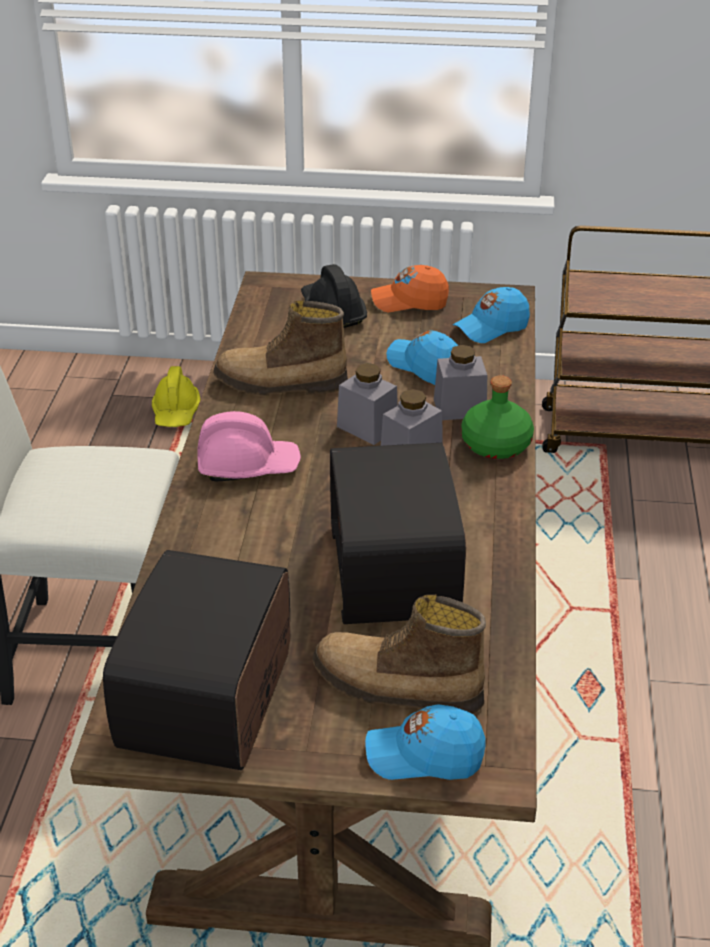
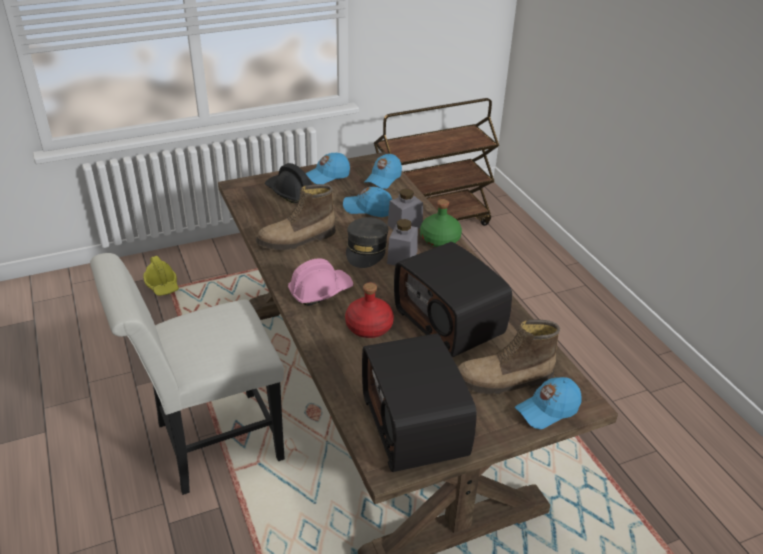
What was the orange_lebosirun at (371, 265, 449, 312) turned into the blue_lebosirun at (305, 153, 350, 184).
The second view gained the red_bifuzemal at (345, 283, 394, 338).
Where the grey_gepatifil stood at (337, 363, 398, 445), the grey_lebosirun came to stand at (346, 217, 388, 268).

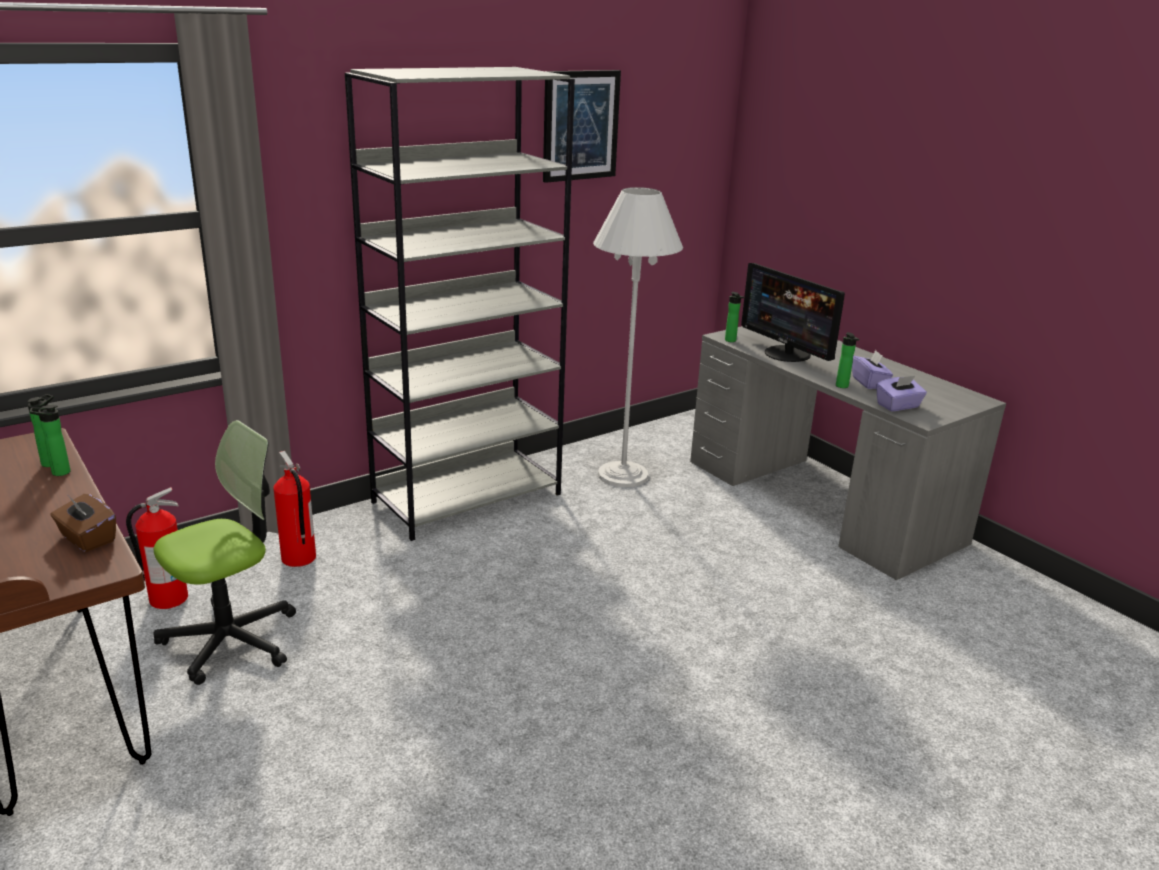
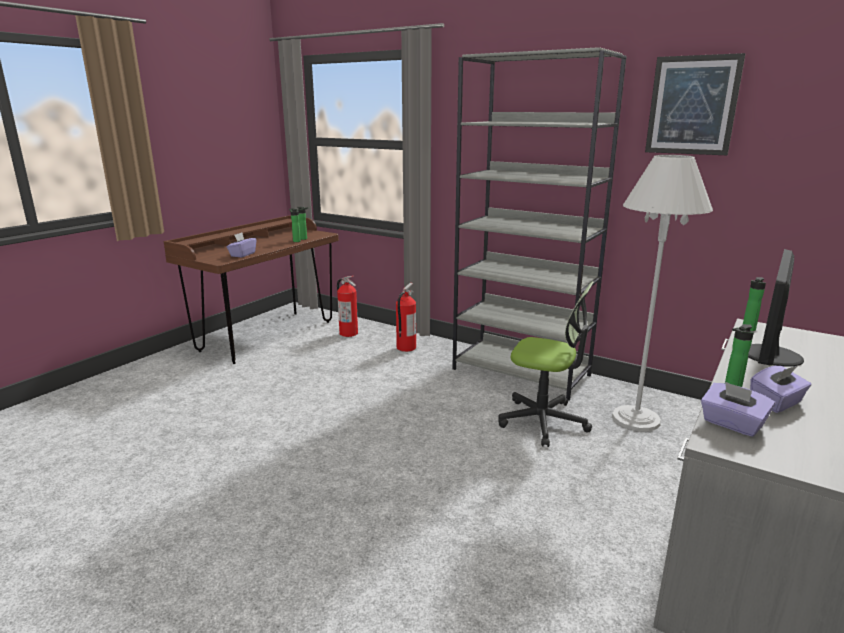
What was the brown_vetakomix at (50, 494, 116, 552) turned into the purple_vetakomix at (227, 233, 256, 257).
The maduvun ended up elsewhere, having gone from (154, 420, 296, 685) to (498, 281, 594, 447).

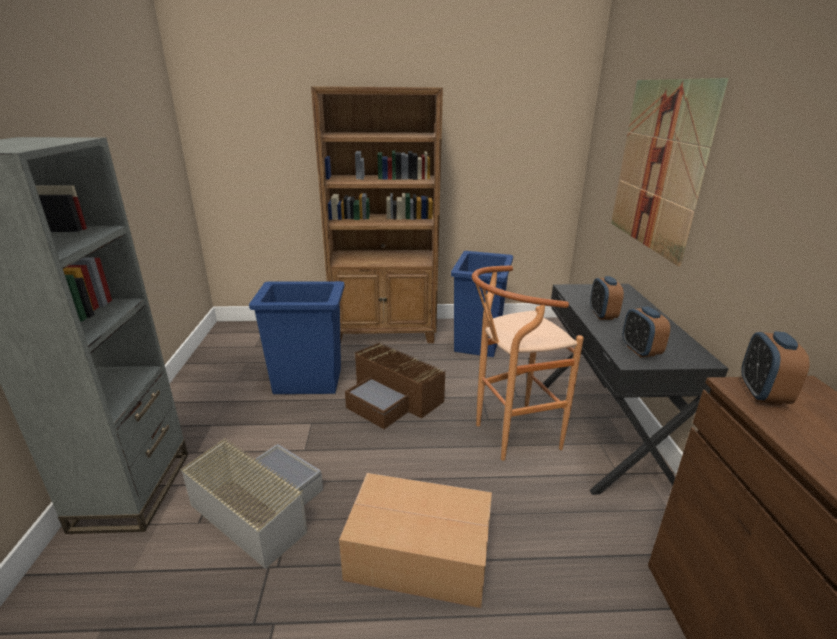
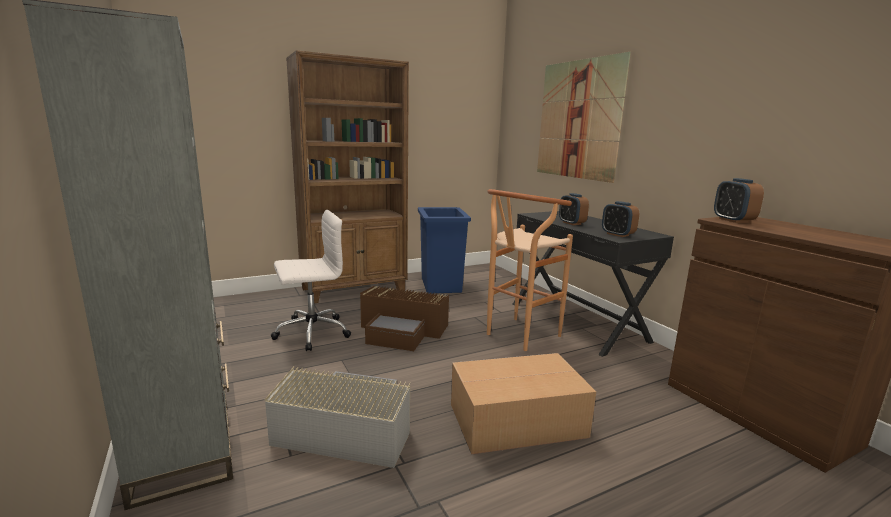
Where the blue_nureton stood at (249, 281, 345, 394), the white_maduvun came to stand at (271, 210, 351, 351).

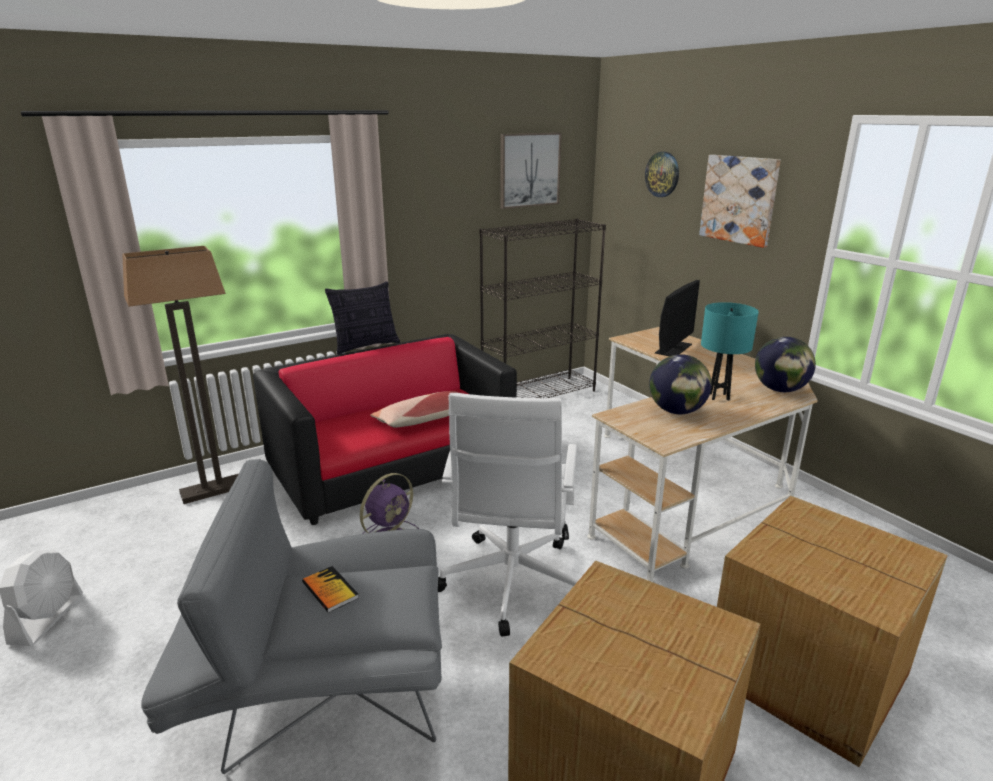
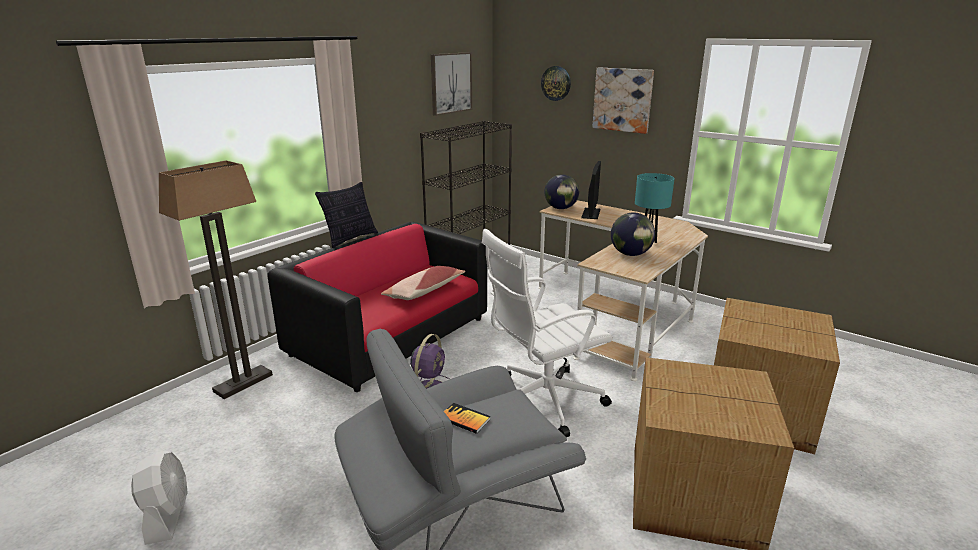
The white_maduvun at (438, 393, 578, 637) ended up facing another way, 75 degrees clockwise from before.
The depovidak ended up elsewhere, having gone from (755, 337, 816, 392) to (544, 174, 579, 209).

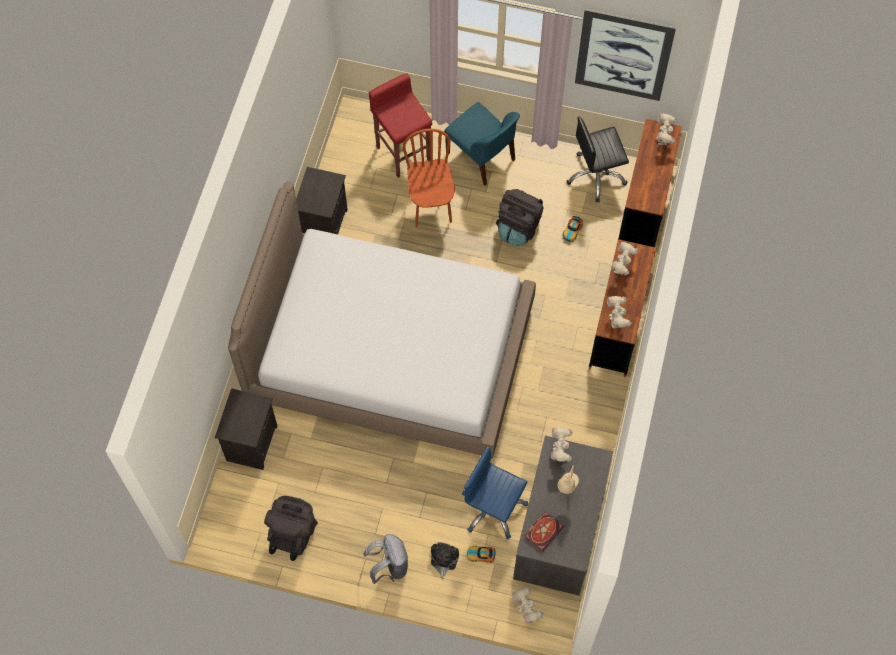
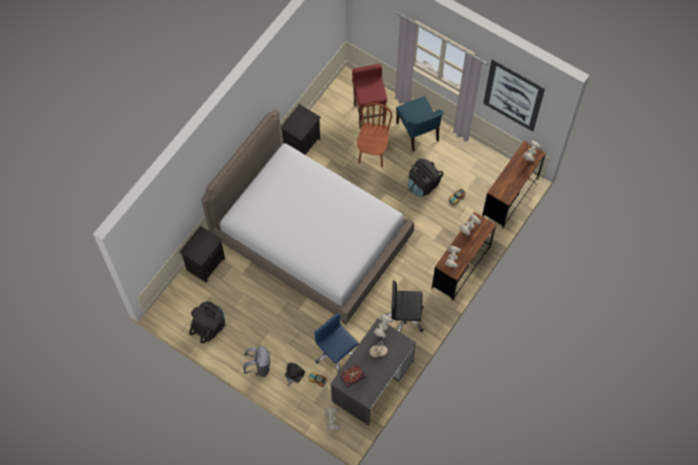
The black_maduvun ended up elsewhere, having gone from (567, 117, 629, 202) to (385, 280, 424, 332).

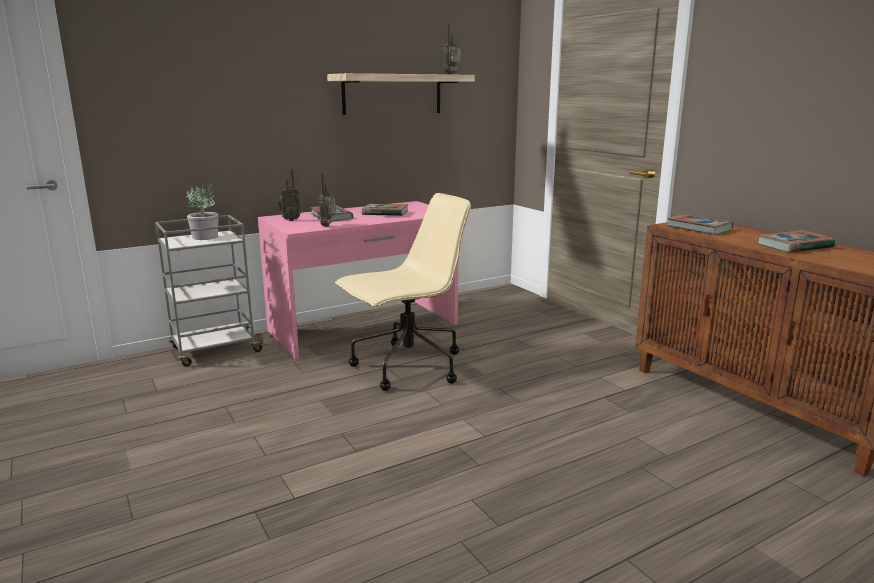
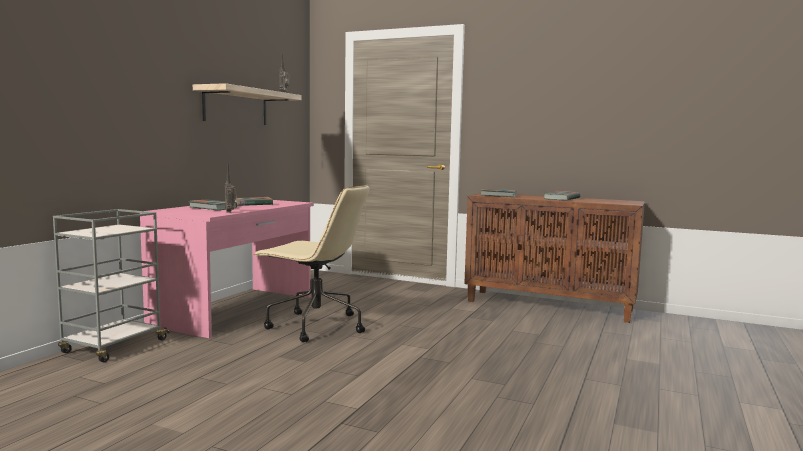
The beige_maduvun at (335, 193, 471, 391) ended up facing another way, 90 degrees clockwise from before.
The second view lost the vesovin at (187, 184, 219, 240).
The second view lost the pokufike at (278, 168, 301, 221).

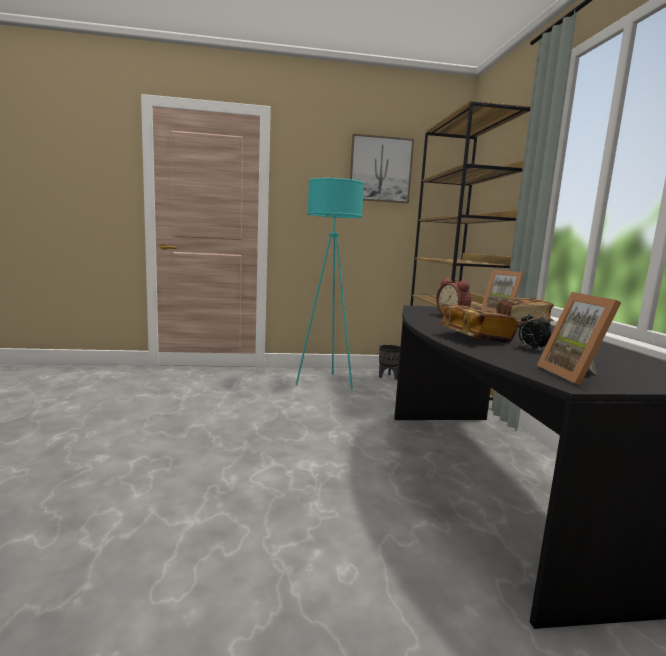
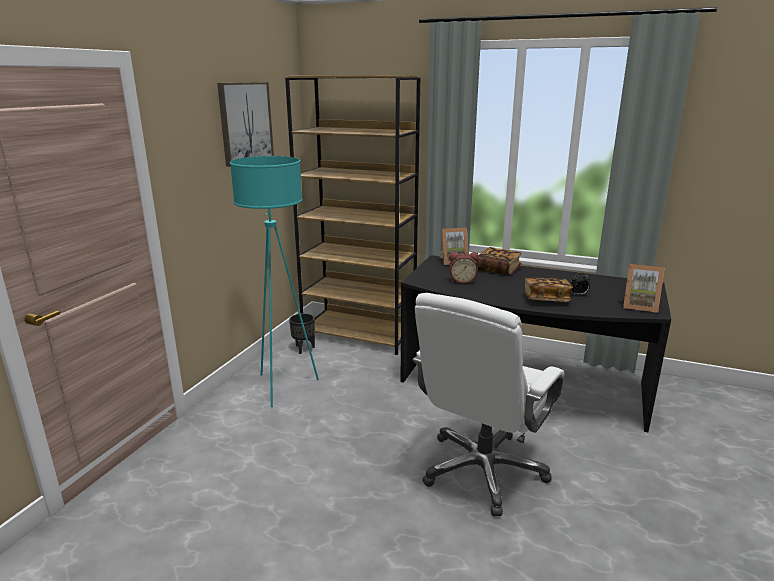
The second view gained the white_maduvun at (413, 293, 564, 516).

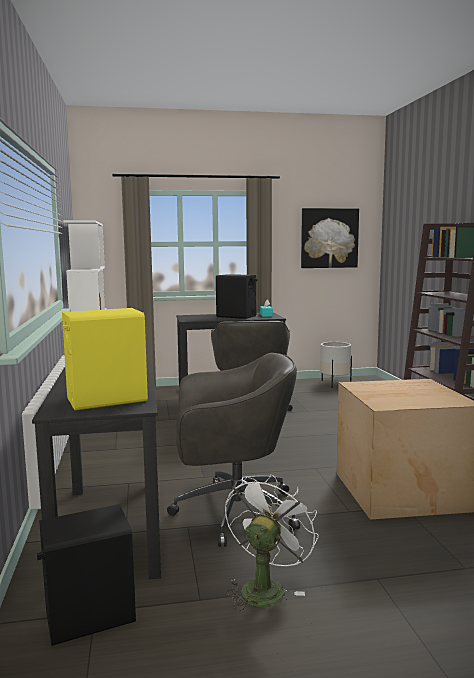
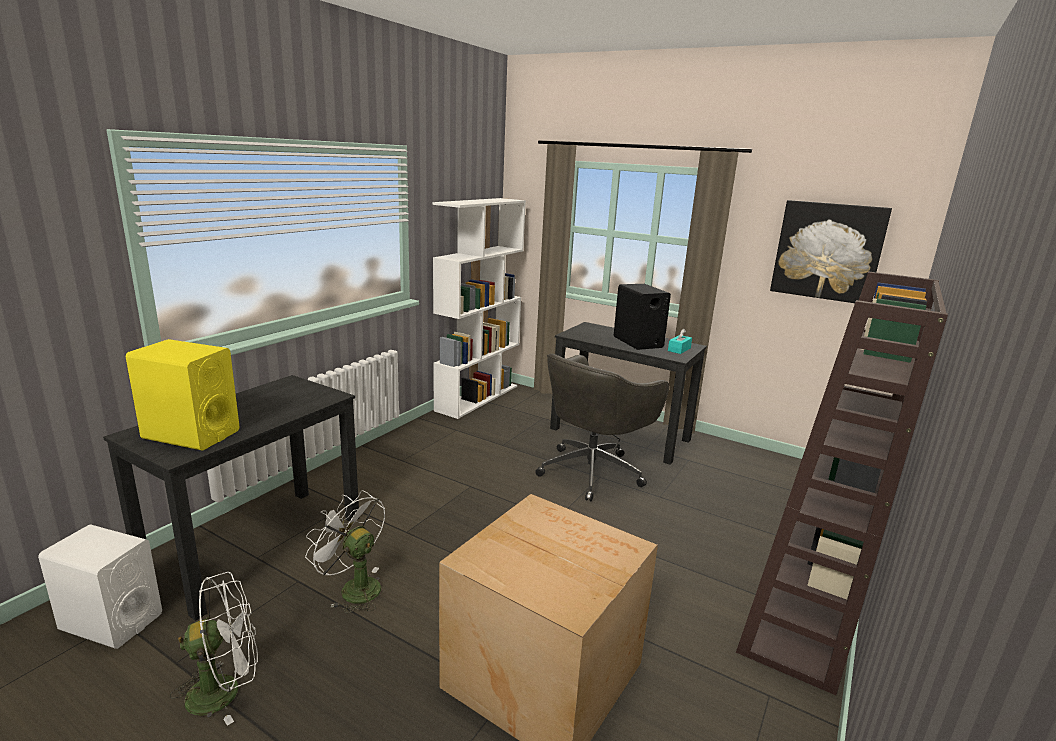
What was the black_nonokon at (37, 504, 136, 646) turned into the white_nonokon at (38, 525, 162, 649).
Where the grey_maduvun stood at (167, 353, 300, 547), the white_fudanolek came to stand at (305, 490, 385, 613).
The second view lost the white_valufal at (320, 342, 352, 388).

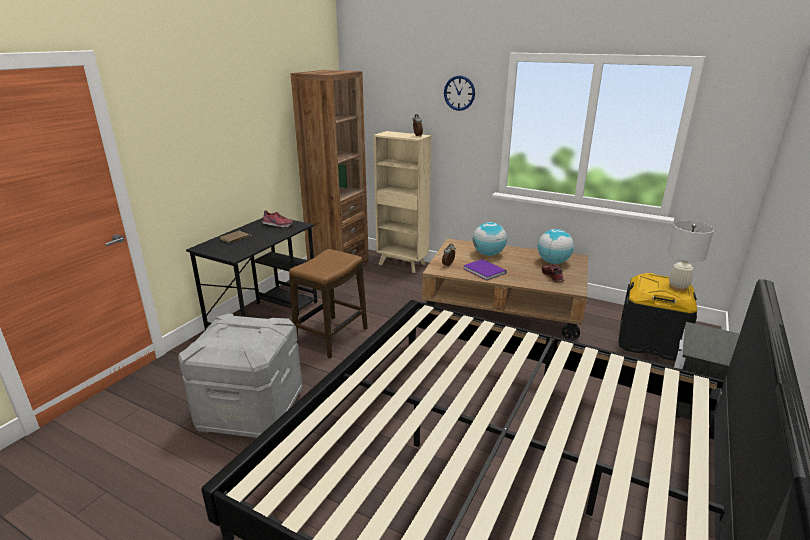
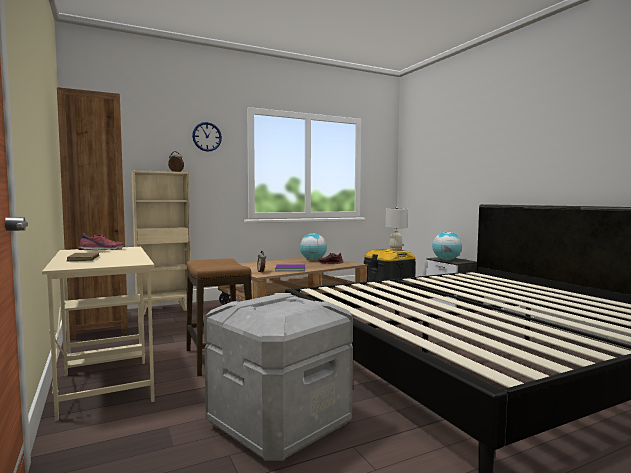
What was the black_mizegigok at (186, 218, 317, 331) turned into the beige_mizegigok at (42, 247, 155, 421).
The depovidak ended up elsewhere, having gone from (473, 222, 507, 256) to (432, 231, 462, 260).

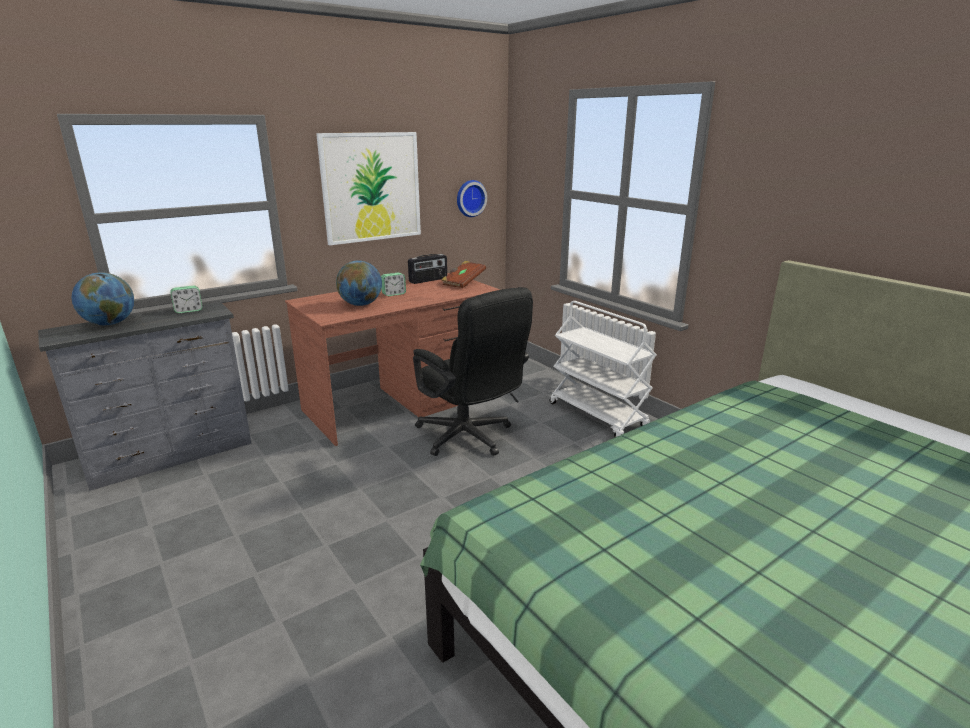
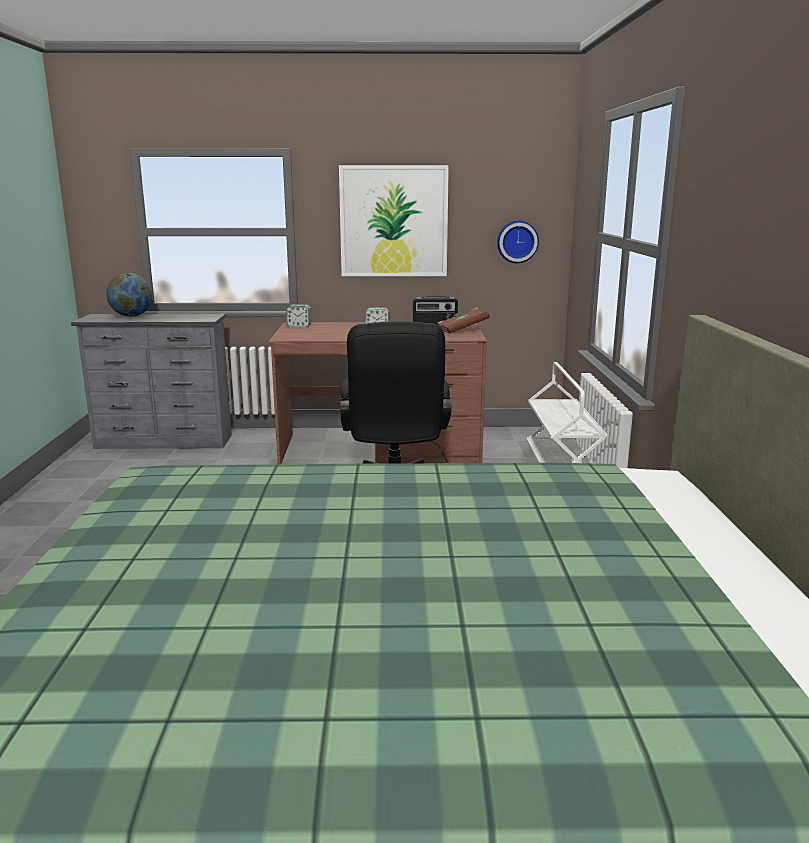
The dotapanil ended up elsewhere, having gone from (170, 286, 203, 313) to (286, 304, 311, 327).
The second view lost the depovidak at (336, 260, 382, 306).

